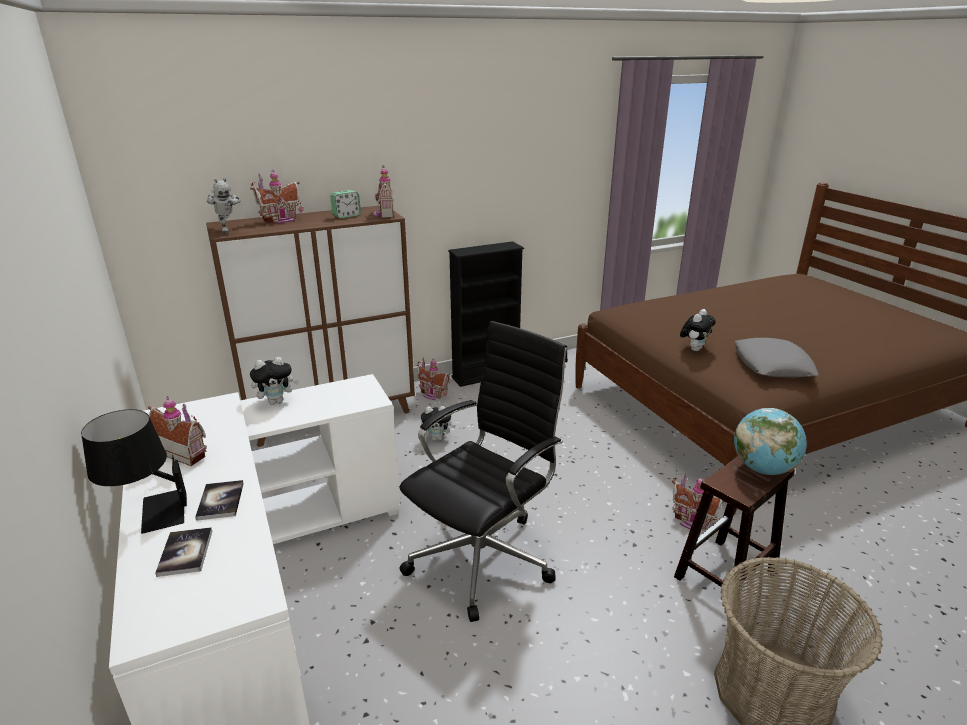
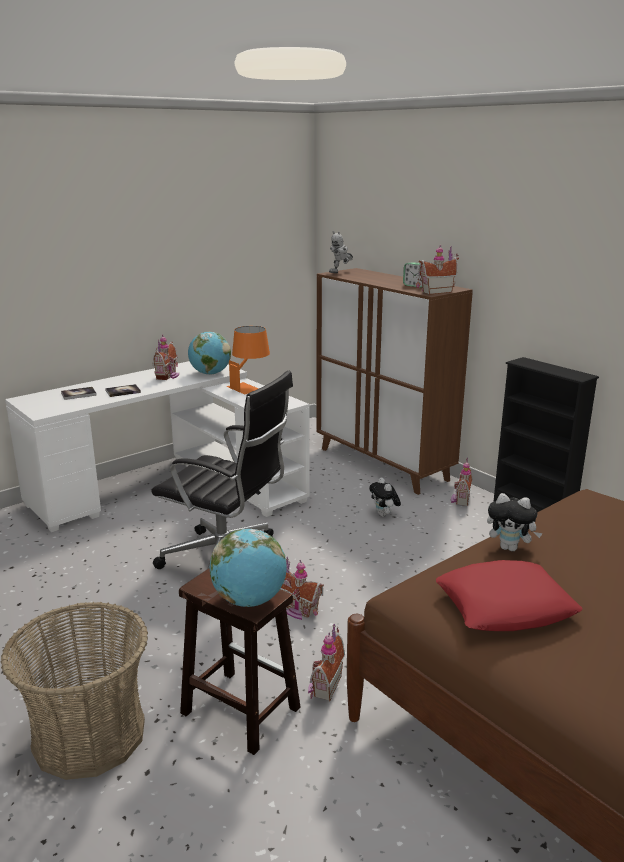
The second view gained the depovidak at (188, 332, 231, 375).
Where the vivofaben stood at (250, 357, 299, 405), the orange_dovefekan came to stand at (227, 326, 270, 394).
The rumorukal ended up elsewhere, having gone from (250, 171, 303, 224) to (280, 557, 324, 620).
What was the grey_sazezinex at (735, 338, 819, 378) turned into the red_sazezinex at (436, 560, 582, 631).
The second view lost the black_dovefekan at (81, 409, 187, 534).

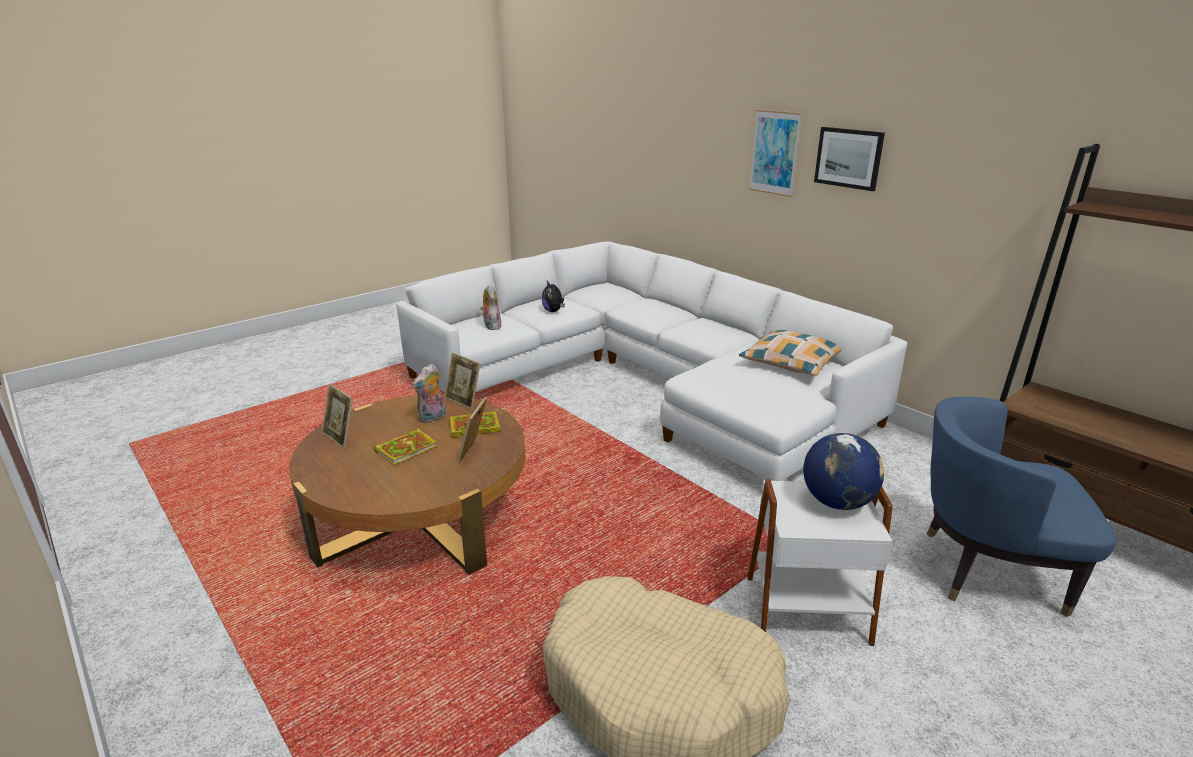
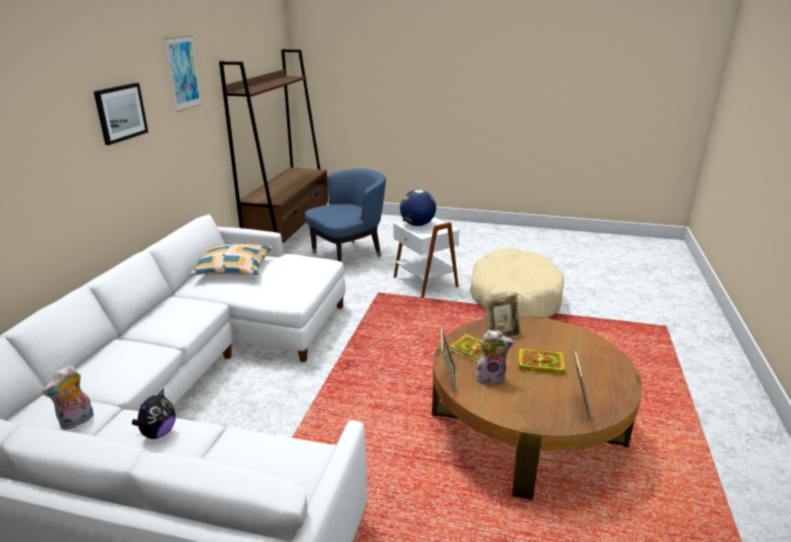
The vivofaben ended up elsewhere, having gone from (480, 284, 503, 330) to (42, 365, 94, 430).
The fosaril ended up elsewhere, having gone from (749, 110, 802, 197) to (164, 35, 202, 112).
The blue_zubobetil at (927, 396, 1117, 617) ended up facing another way, 105 degrees counterclockwise from before.

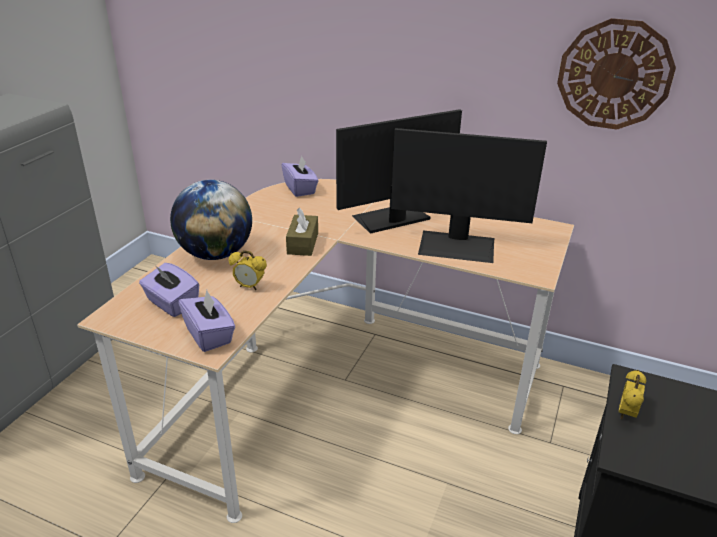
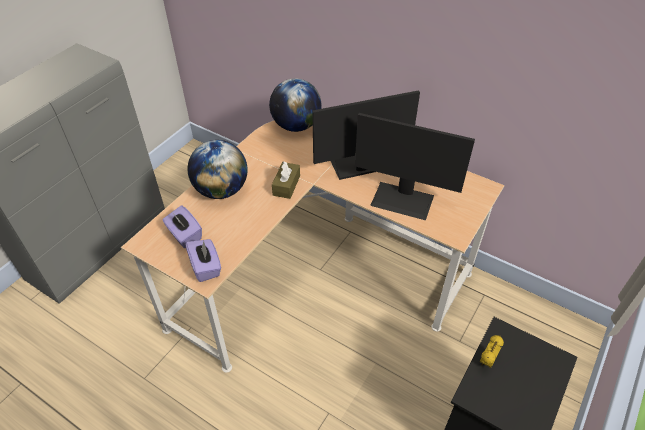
Where the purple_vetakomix stood at (282, 155, 318, 197), the depovidak came to stand at (269, 78, 322, 132).
The second view lost the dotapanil at (229, 250, 267, 290).
The second view lost the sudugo at (557, 18, 676, 130).

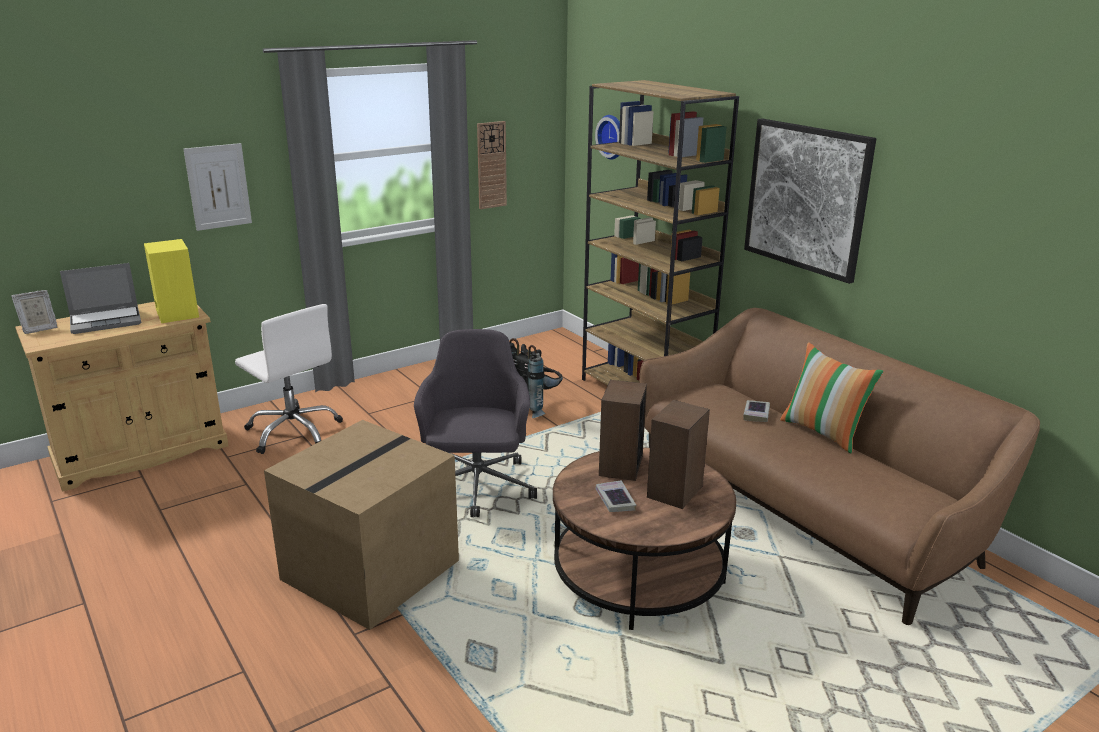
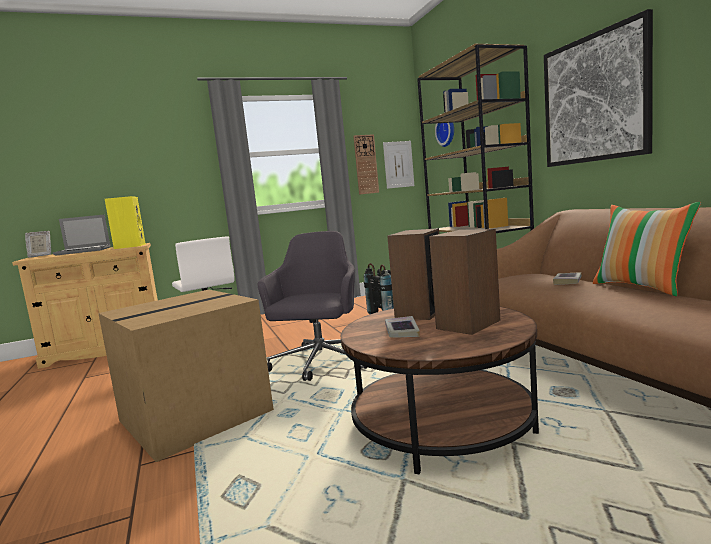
The fosaril ended up elsewhere, having gone from (183, 143, 252, 231) to (383, 141, 414, 189).

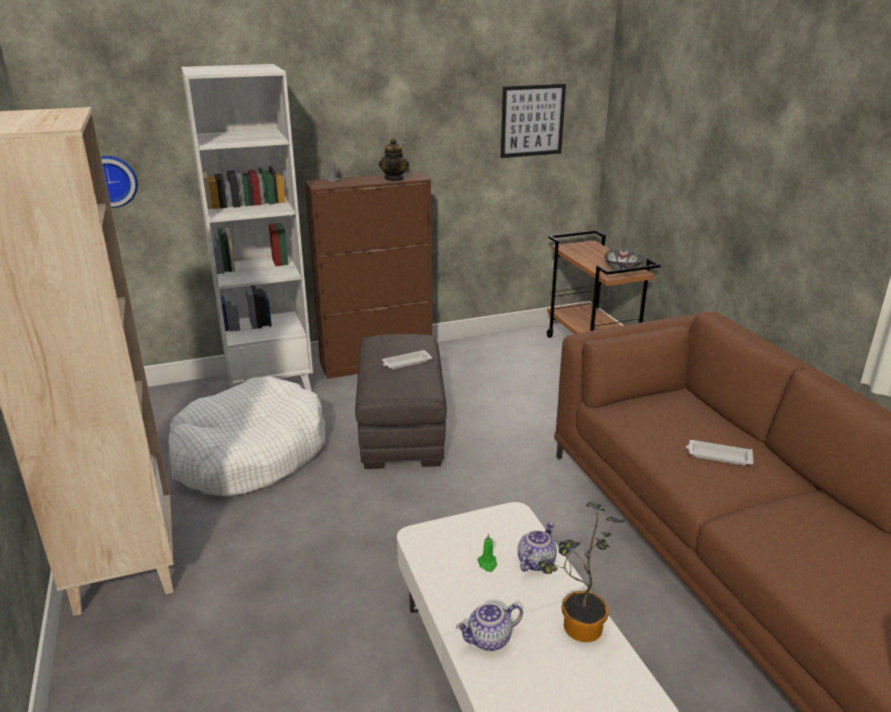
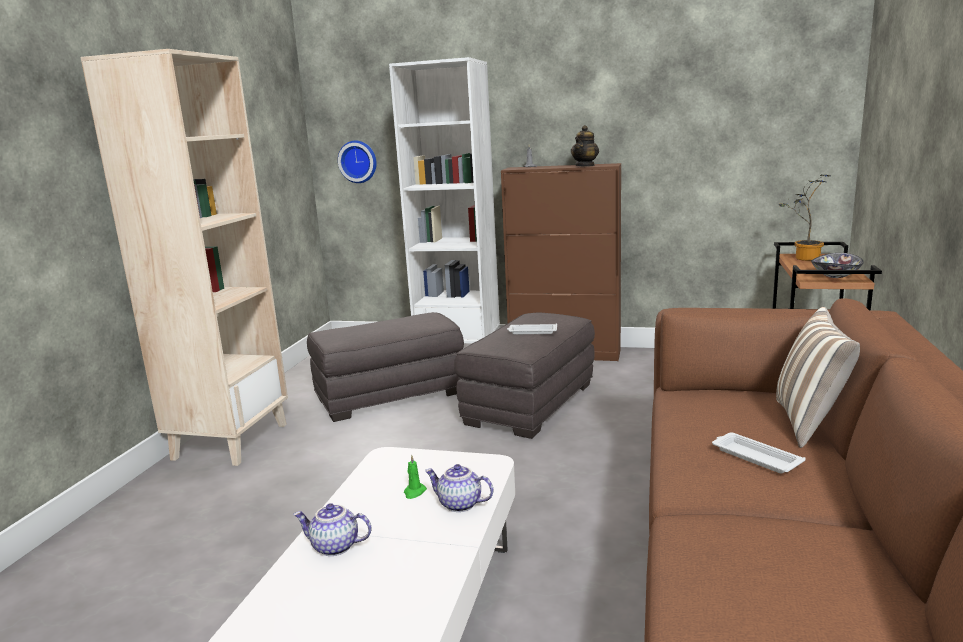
Where the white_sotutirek stood at (168, 376, 325, 497), the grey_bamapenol came to stand at (307, 312, 464, 422).
The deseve at (518, 523, 557, 572) ended up facing another way, 135 degrees counterclockwise from before.
The second view gained the sazezinex at (776, 307, 860, 448).
The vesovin ended up elsewhere, having gone from (538, 502, 625, 642) to (778, 174, 830, 261).
The second view lost the fosaril at (501, 84, 566, 158).

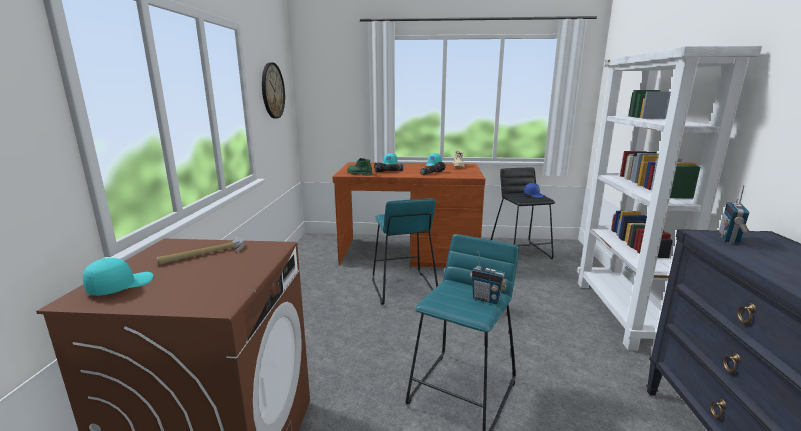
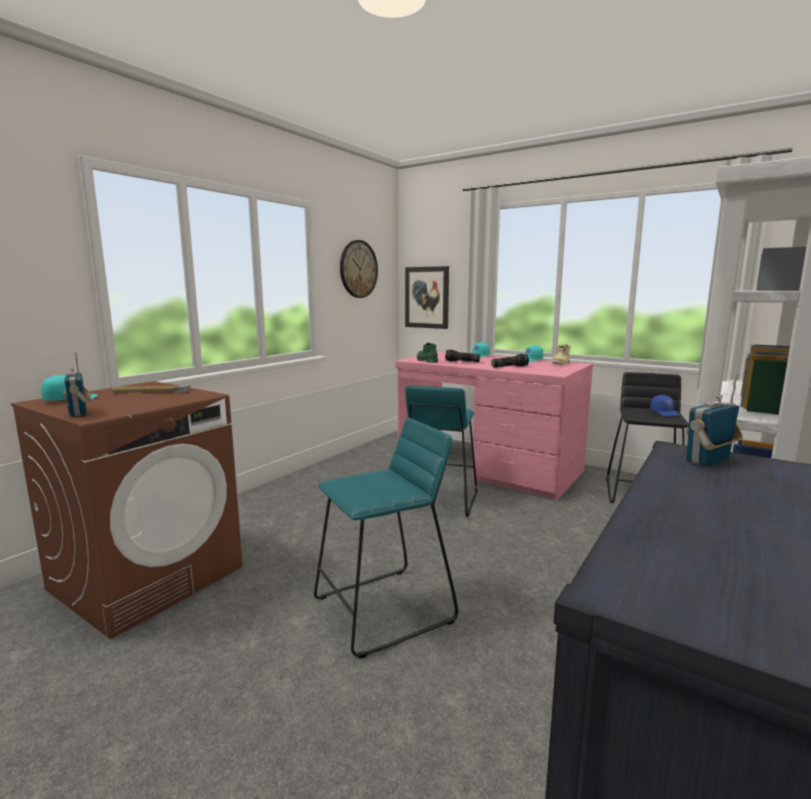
The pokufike ended up elsewhere, having gone from (470, 251, 507, 304) to (62, 353, 91, 417).
What was the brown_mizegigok at (332, 162, 485, 267) turned into the pink_mizegigok at (395, 352, 593, 501).
The second view gained the fosaril at (405, 266, 449, 329).

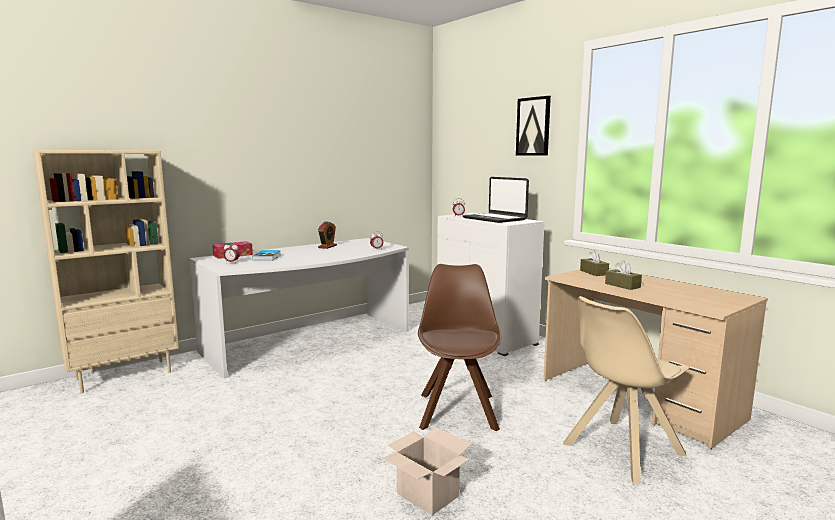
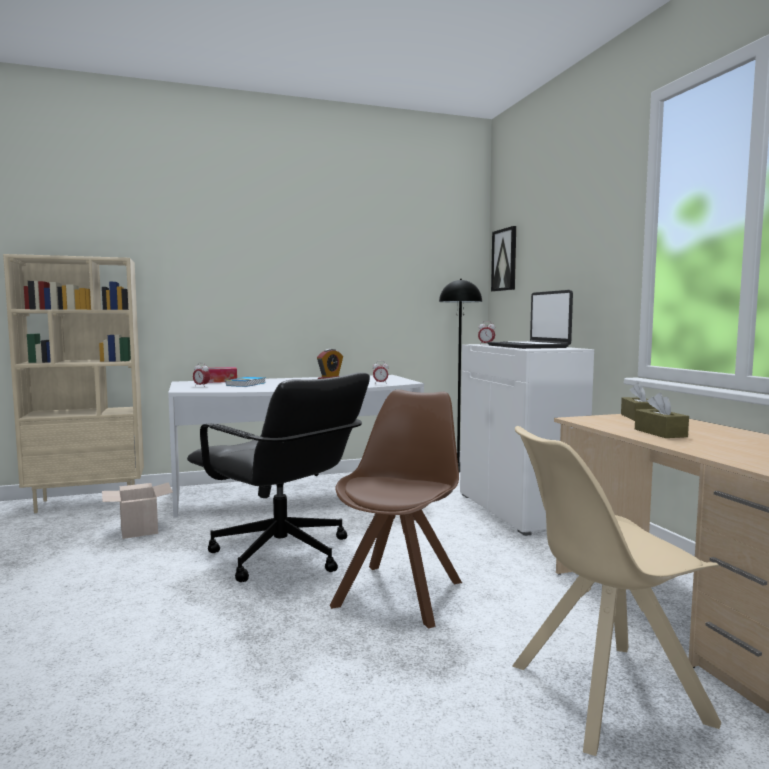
The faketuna ended up elsewhere, having gone from (382, 427, 472, 515) to (102, 482, 173, 539).
The second view gained the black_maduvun at (187, 372, 370, 582).
The second view gained the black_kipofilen at (439, 279, 482, 473).
The fosaril ended up elsewhere, having gone from (516, 96, 551, 155) to (491, 226, 516, 292).

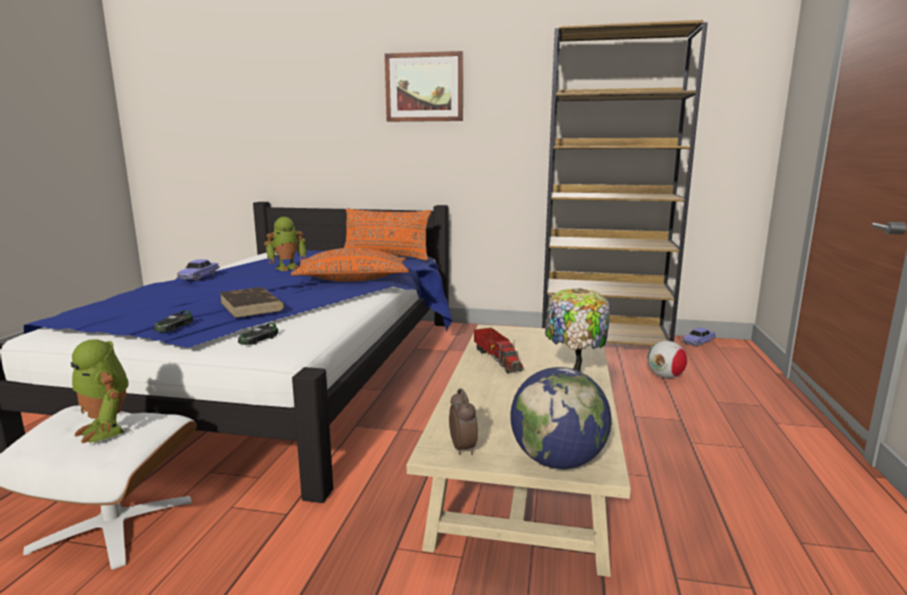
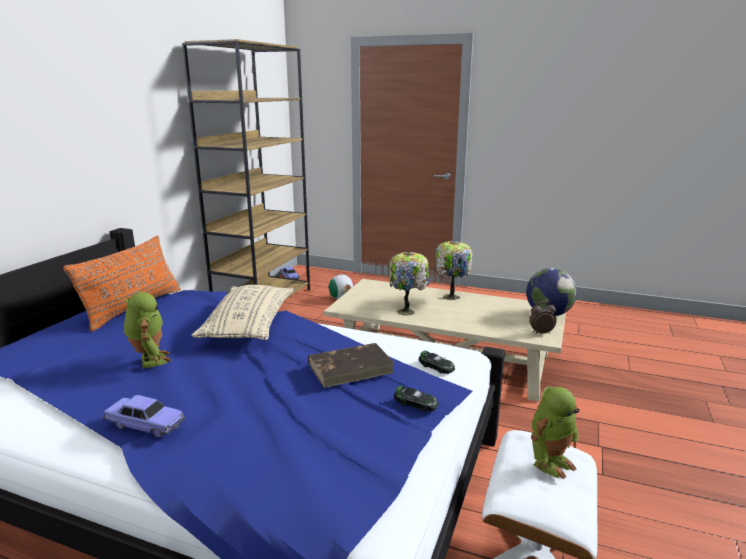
What was the orange_sazezinex at (291, 248, 409, 282) turned into the beige_sazezinex at (192, 285, 293, 340).
Where the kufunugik stood at (474, 328, 523, 374), the dovefekan came to stand at (390, 252, 429, 316).
The second view lost the fosaril at (385, 51, 463, 122).

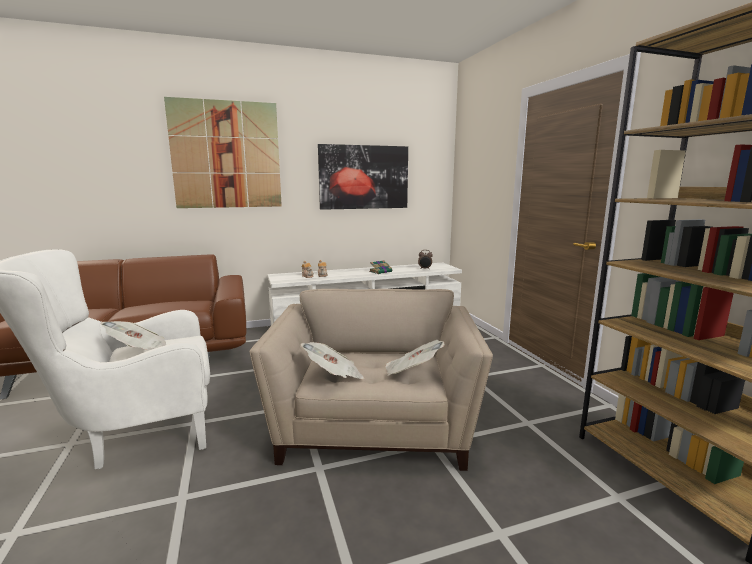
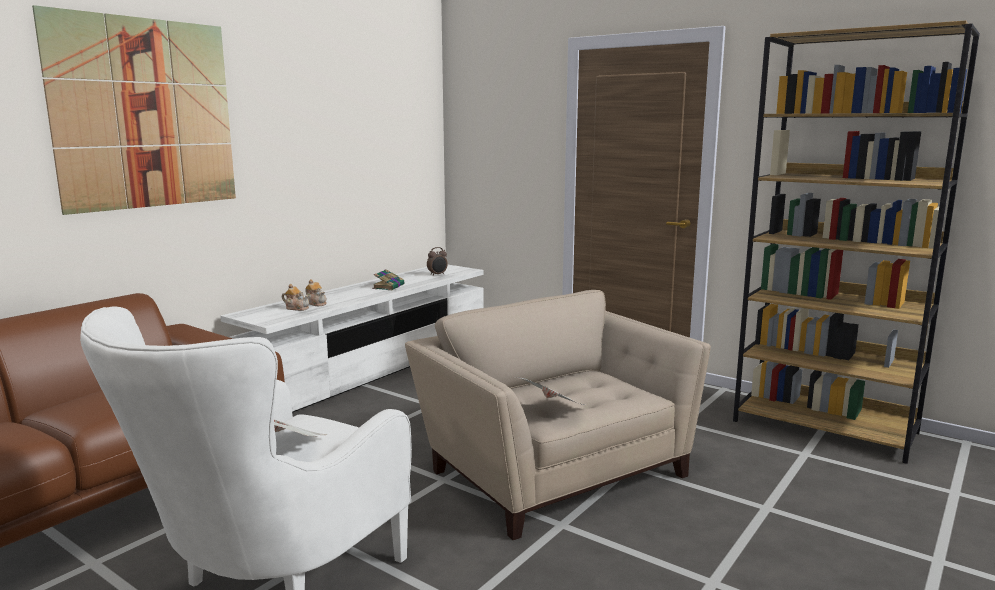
The second view lost the fosaril at (318, 144, 408, 210).
The second view lost the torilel at (386, 340, 444, 376).

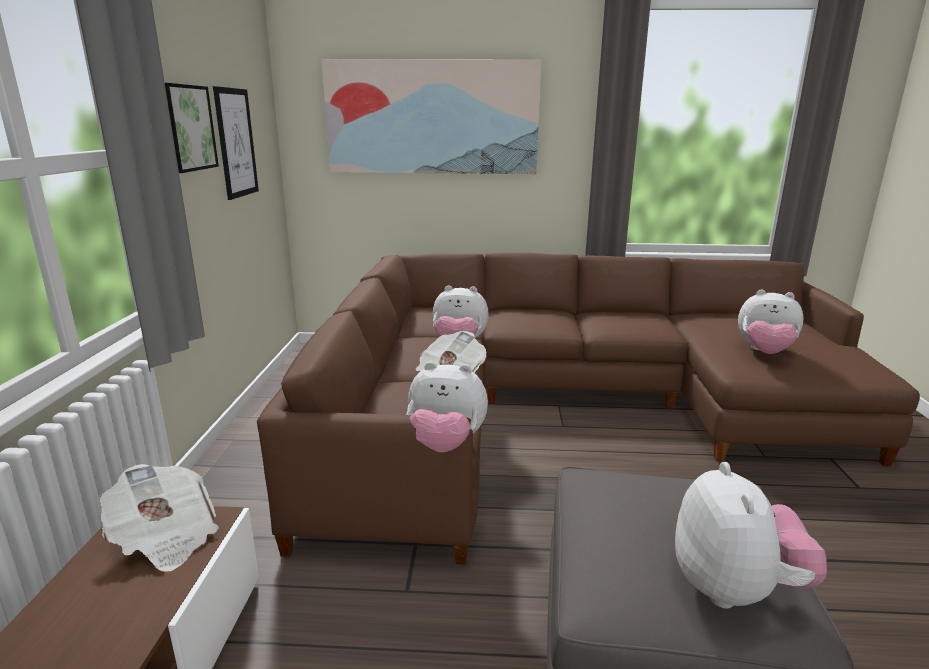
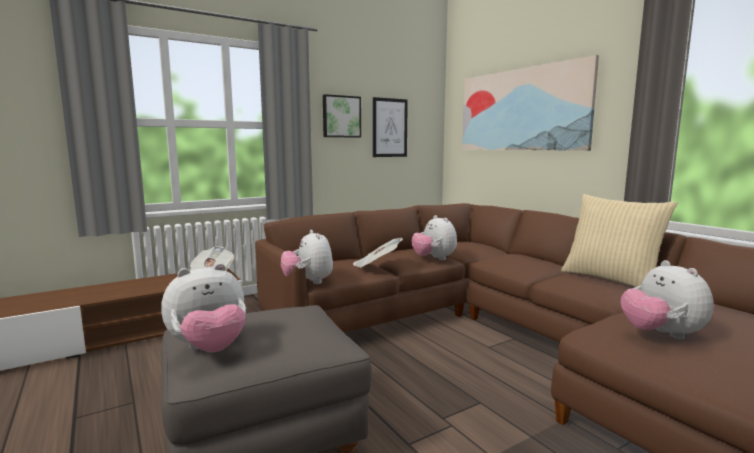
The second view gained the beige_sazezinex at (561, 194, 678, 287).

